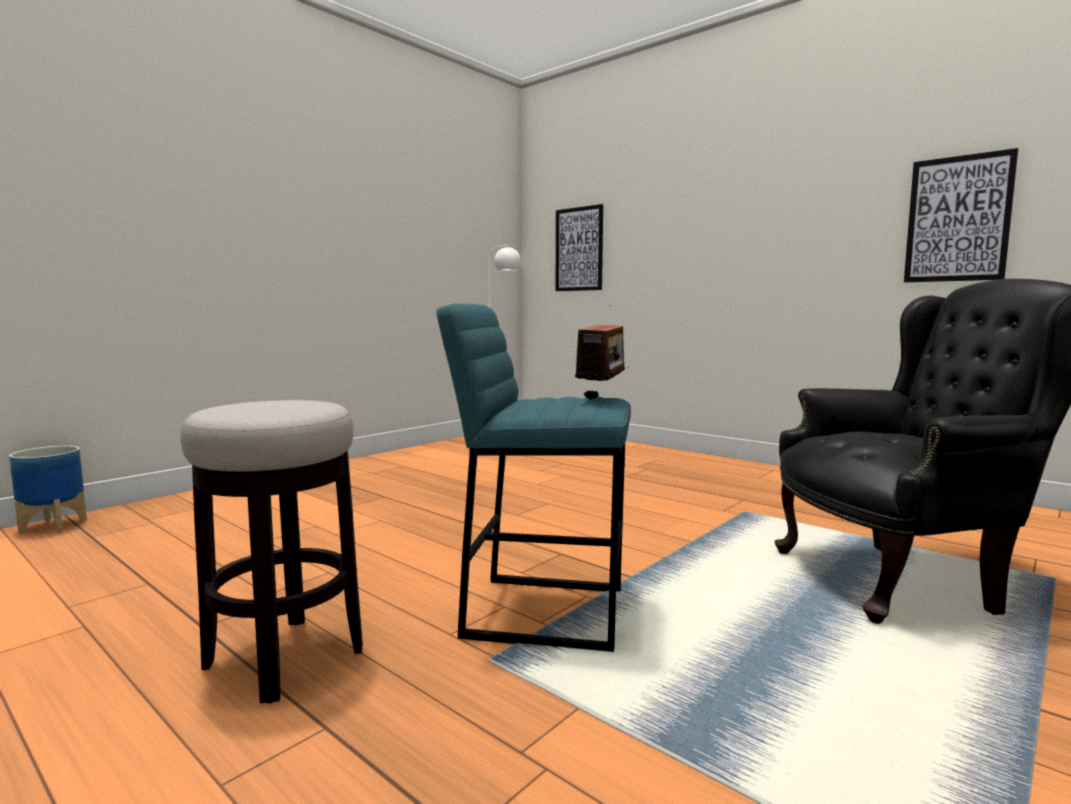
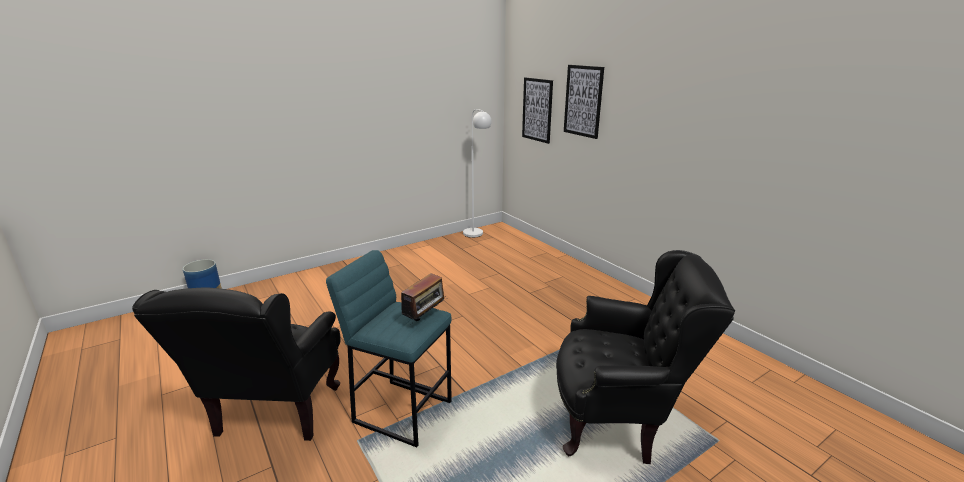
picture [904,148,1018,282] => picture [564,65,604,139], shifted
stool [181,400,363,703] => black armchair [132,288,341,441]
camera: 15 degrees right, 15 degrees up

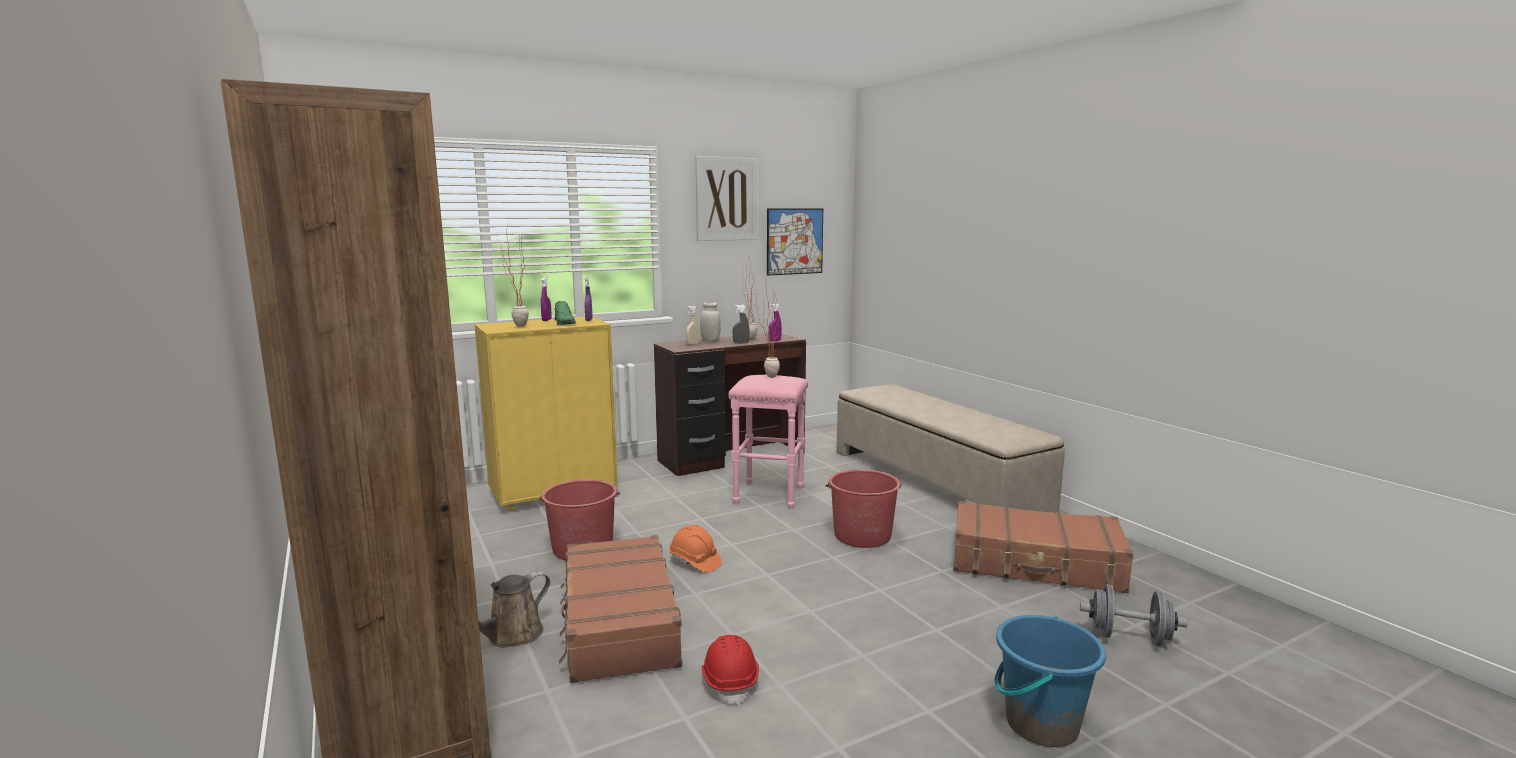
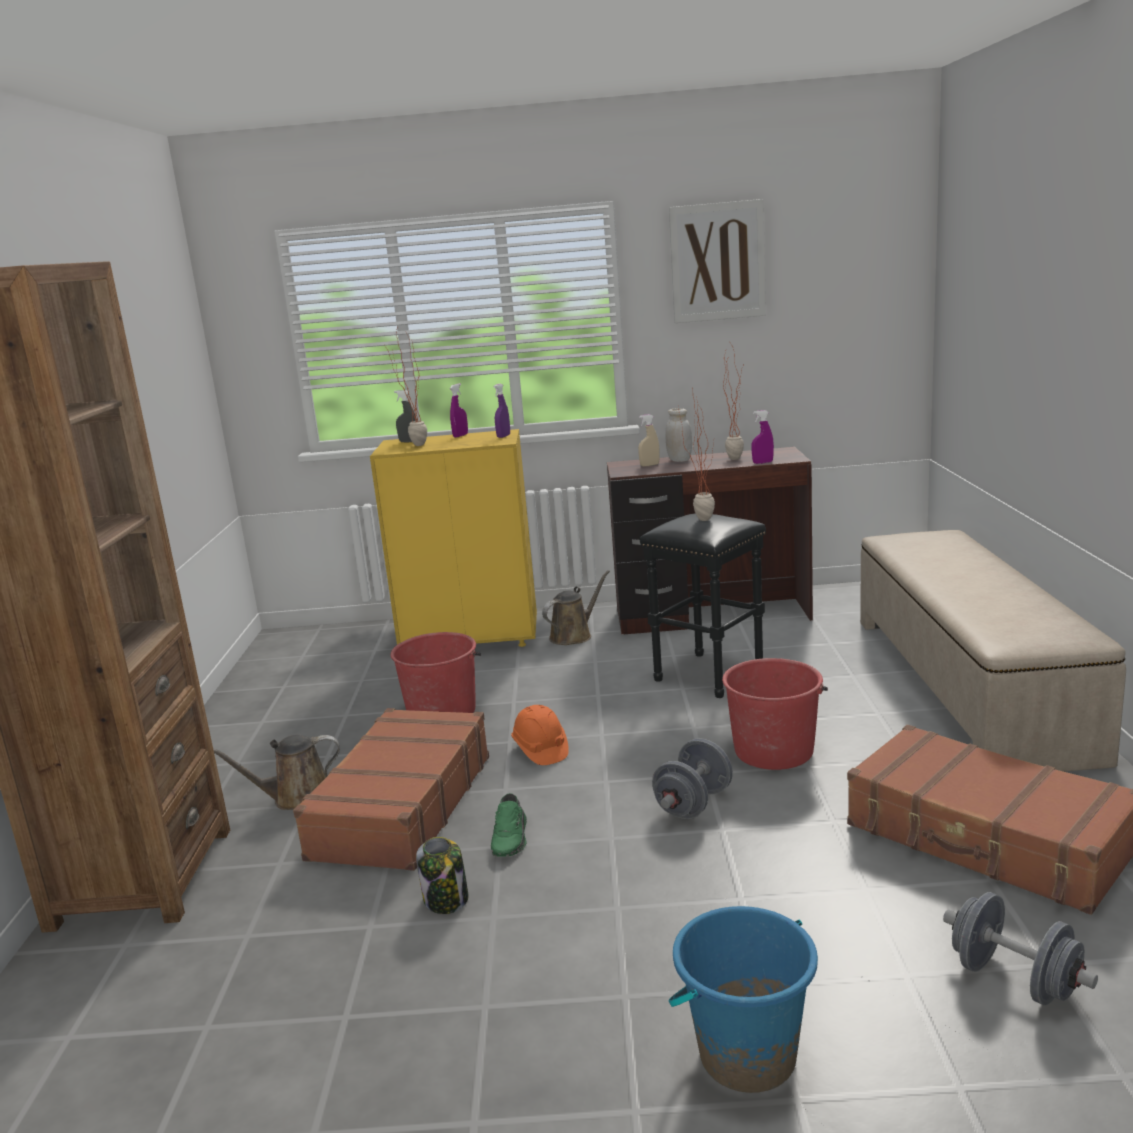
picture [767,209,823,276] => nothing
green shoe [554,301,576,325] => green shoe [491,793,527,857], shifted
grey spray bottle [732,305,749,343] => grey spray bottle [394,390,417,442], shifted
pink stool [728,375,808,509] => black stool [640,513,766,698]
red hard hat [702,635,759,706] => jar [416,837,468,914]
nothing => brown watering can [542,570,610,645]
nothing => grey dumbbell [652,738,733,819]
camera: 30 degrees right, 5 degrees up

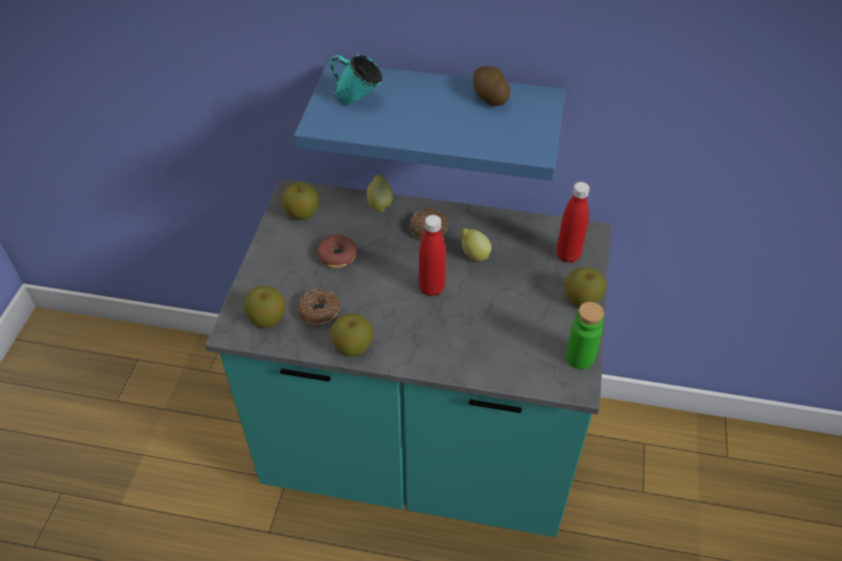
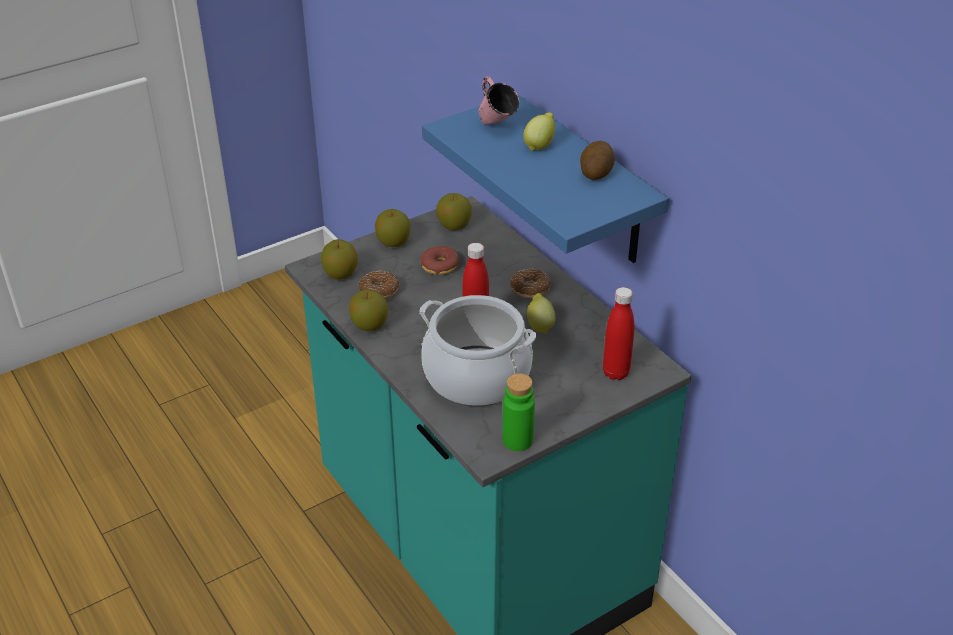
turquoise mug [330,54,382,105] => pink mug [478,76,519,125]
lemon [367,174,392,212] => lemon [523,112,555,151], shifted
apple [565,267,606,307] => apple [375,209,411,247], shifted
nothing => cooking pot [419,295,536,406]
camera: 45 degrees right, 10 degrees down

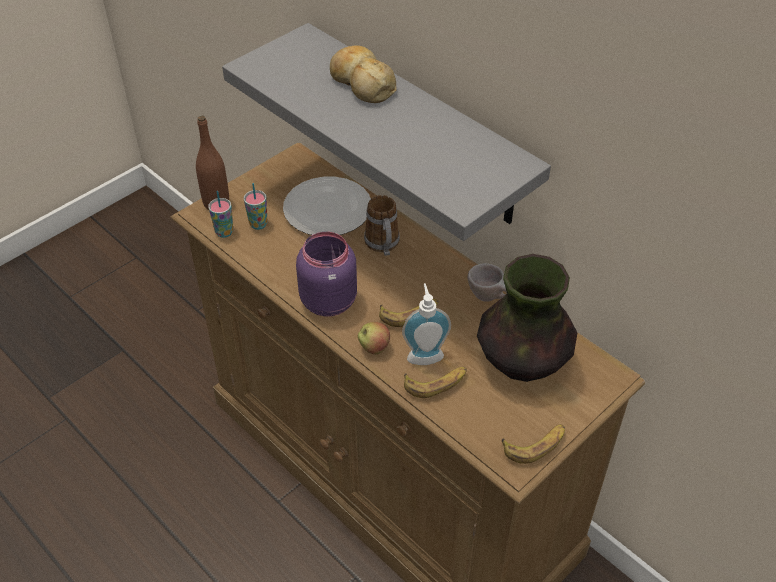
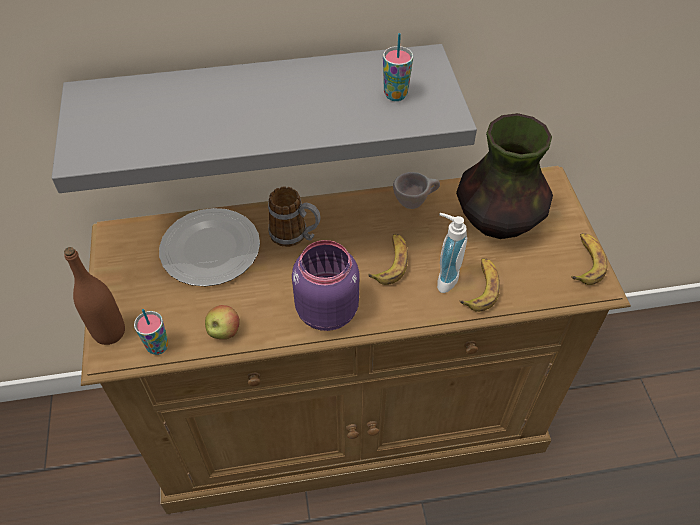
bread [330,45,397,103] => nothing
cup [244,183,267,230] => cup [383,33,413,101], shifted
apple [358,322,390,354] => apple [205,305,240,339], shifted
camera: 55 degrees left, 5 degrees up

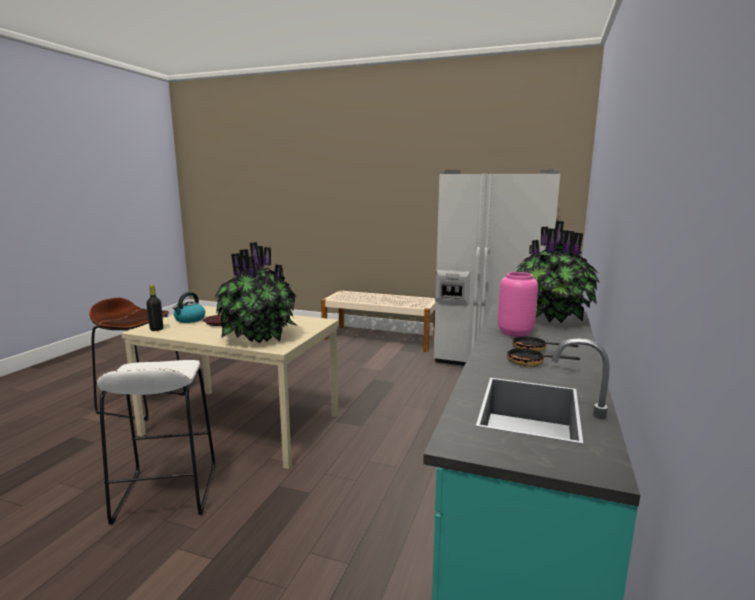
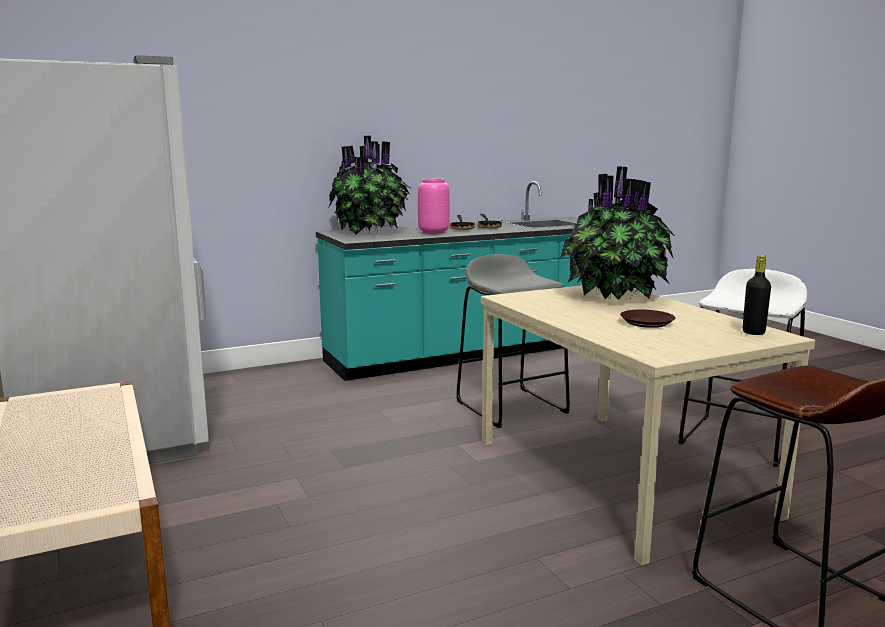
kettle [173,292,205,323] => nothing
nothing => grey stool [457,254,570,428]
camera: 135 degrees left, 0 degrees up

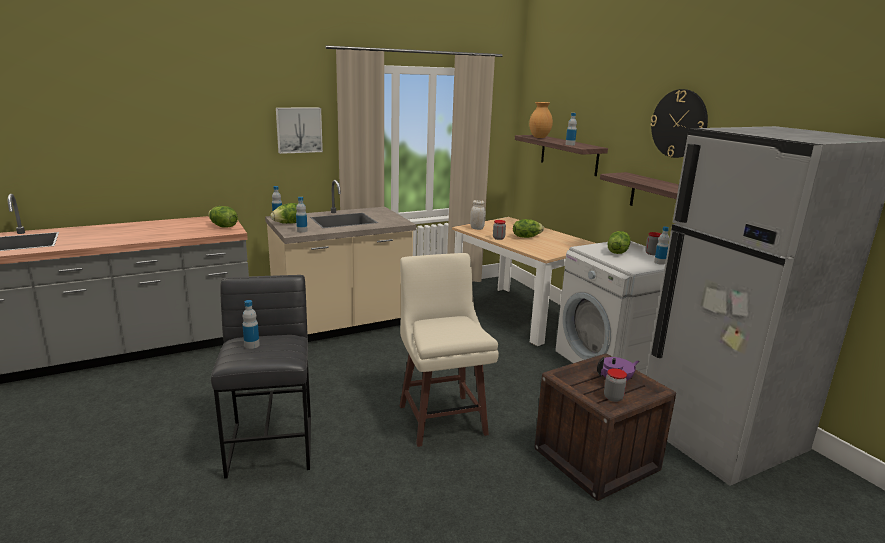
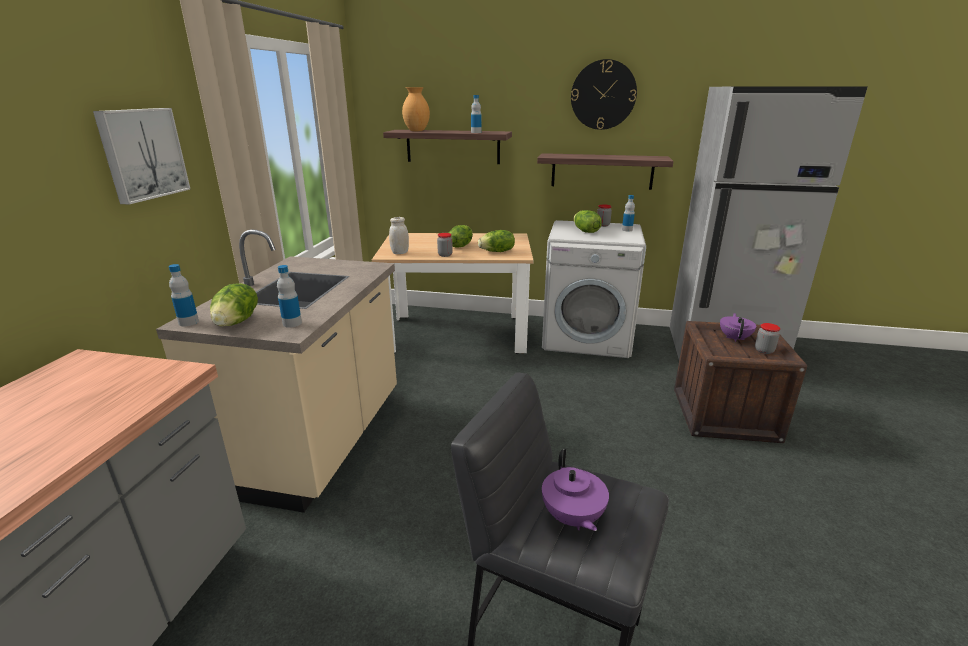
lettuce [208,206,238,228] => lettuce [478,230,515,252], shifted
beige stool [400,253,499,447] => nothing
bottle [242,300,260,349] => purple teapot [542,449,609,531]
camera: 50 degrees left, 5 degrees up

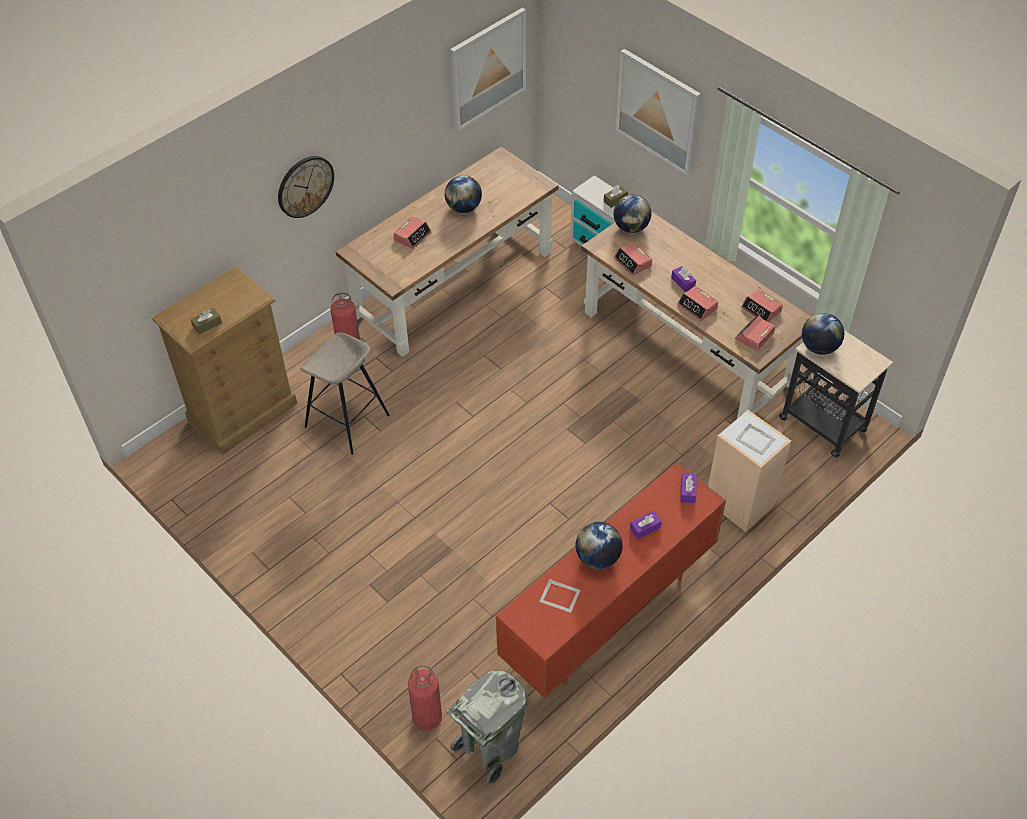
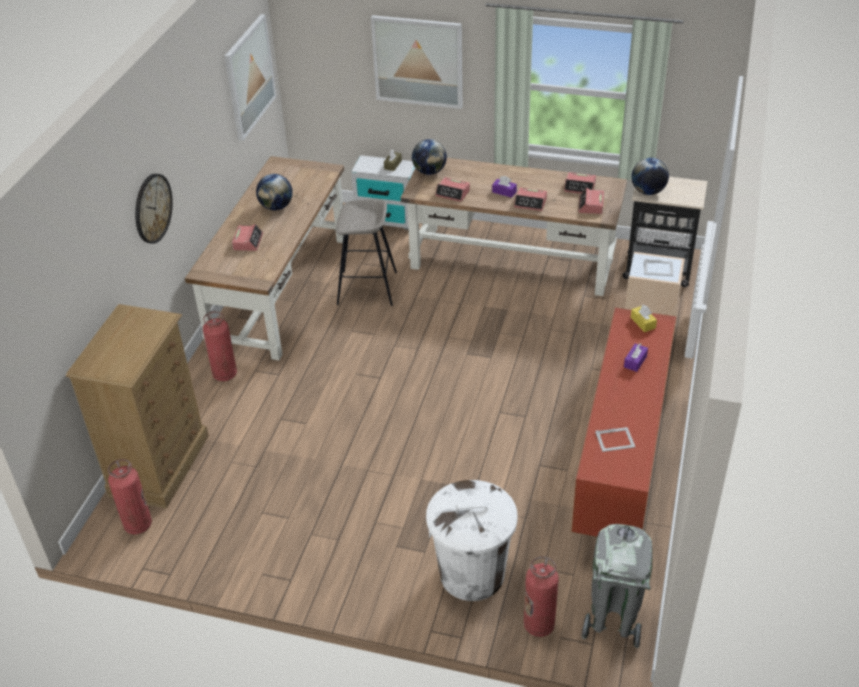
brown tissue box [191,308,222,334] => nothing
grey stool [300,332,389,455] => grey stool [336,199,397,306], shifted
purple tissue box [680,473,697,503] => yellow tissue box [631,304,657,332]
globe [576,522,623,569] => nothing
nothing => fire extinguisher [108,459,152,534]
nothing => white trash can [426,480,518,601]
camera: 30 degrees left, 10 degrees down

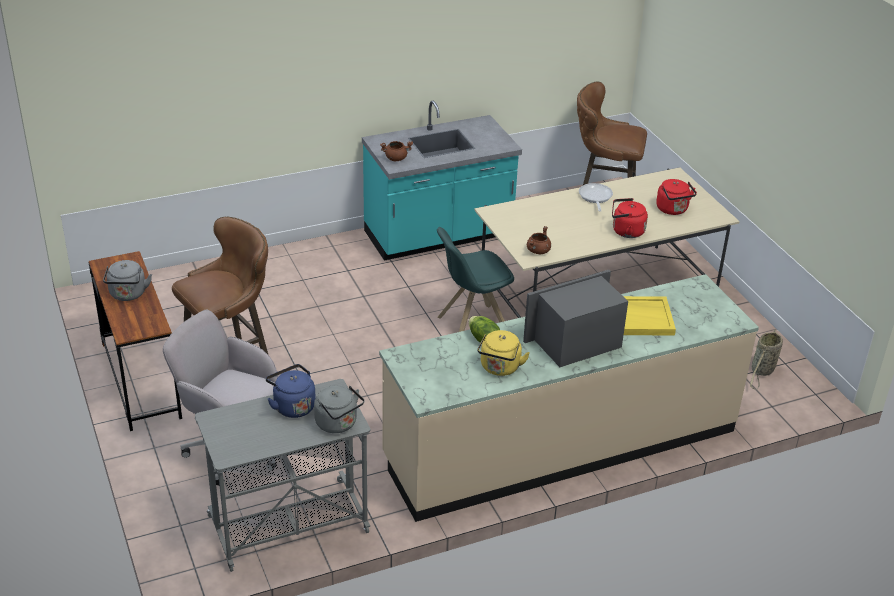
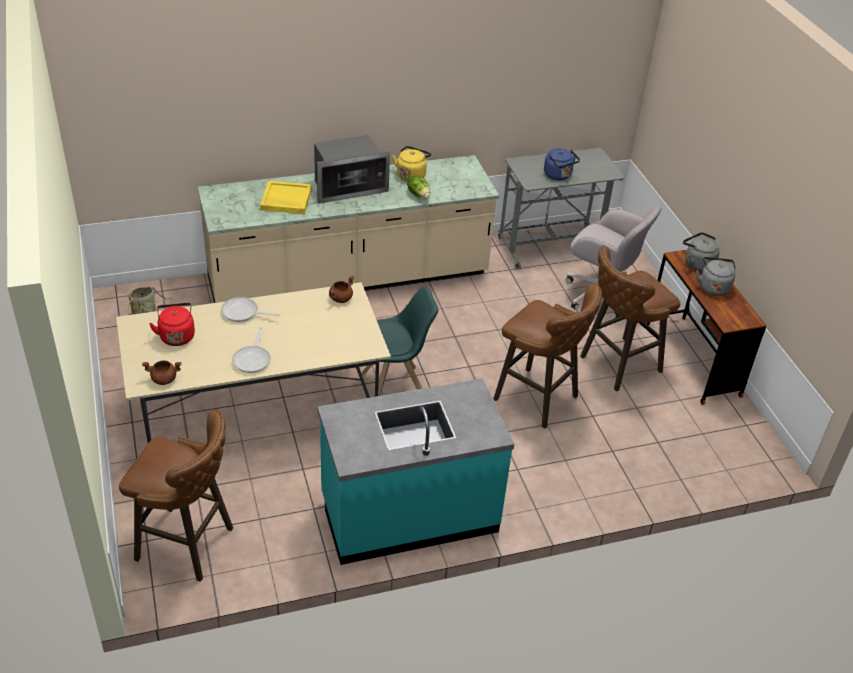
brown cooking pot [380,141,413,161] => brown cooking pot [142,360,181,385], shifted
red kettle [612,198,648,238] => frying pan [221,297,280,322]
grey kettle [314,385,365,433] => grey kettle [683,232,720,272], shifted
nothing => brown stool [493,283,602,429]
camera: 175 degrees left, 5 degrees up

